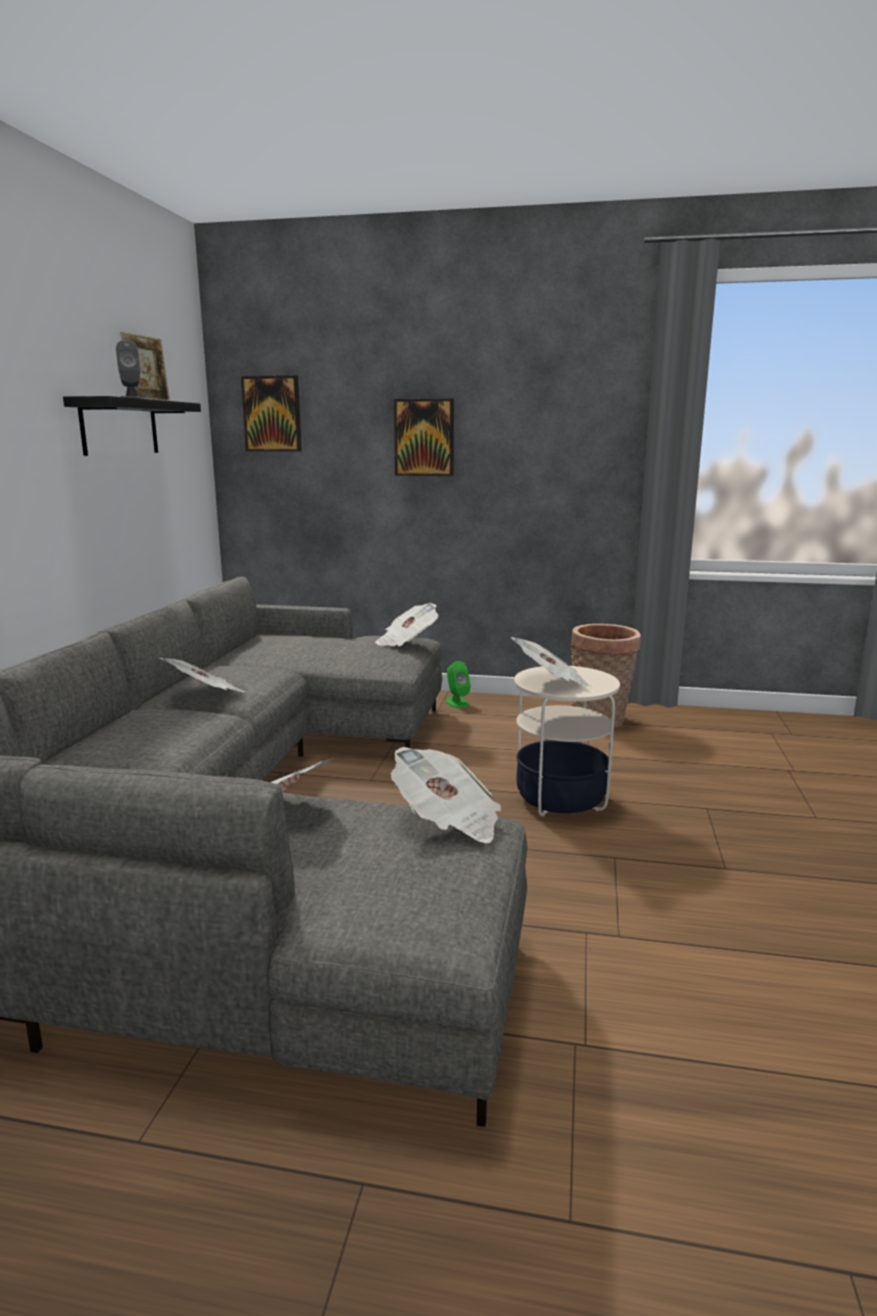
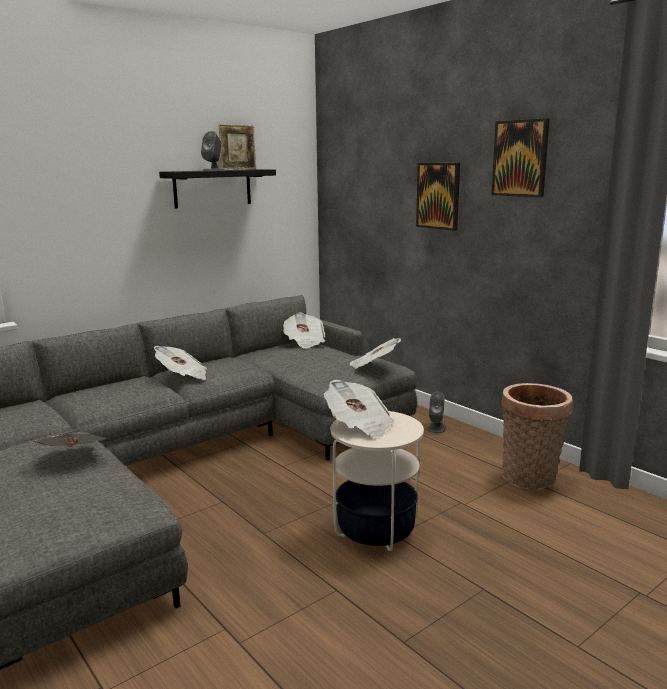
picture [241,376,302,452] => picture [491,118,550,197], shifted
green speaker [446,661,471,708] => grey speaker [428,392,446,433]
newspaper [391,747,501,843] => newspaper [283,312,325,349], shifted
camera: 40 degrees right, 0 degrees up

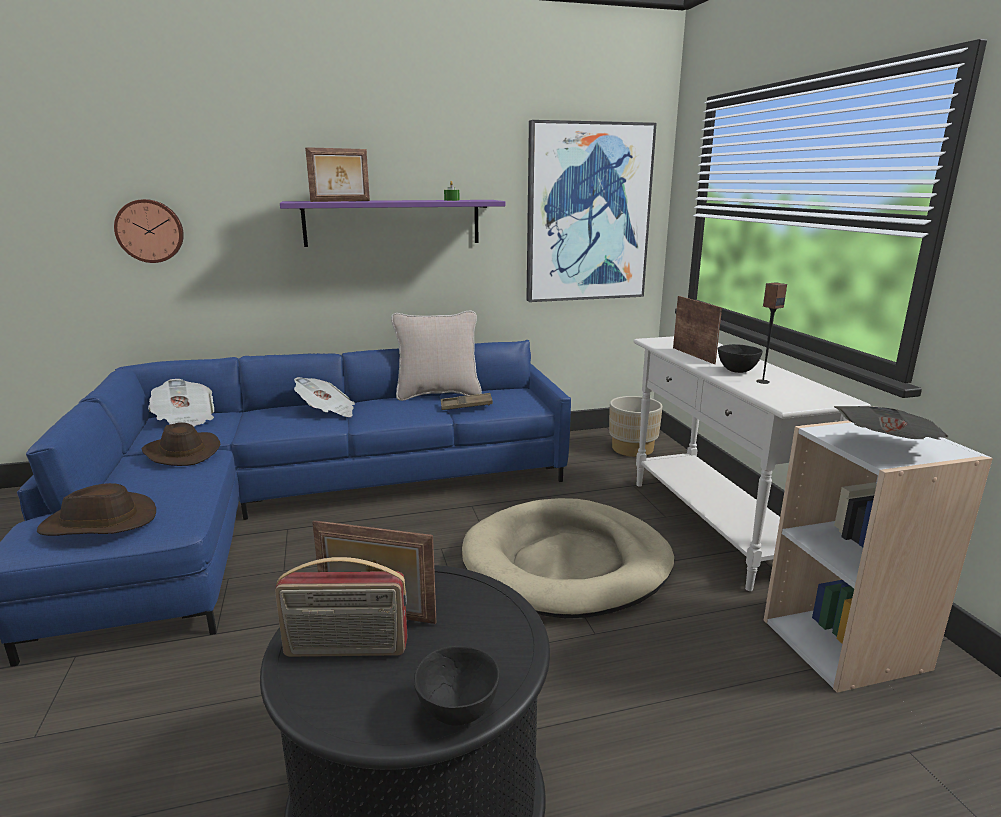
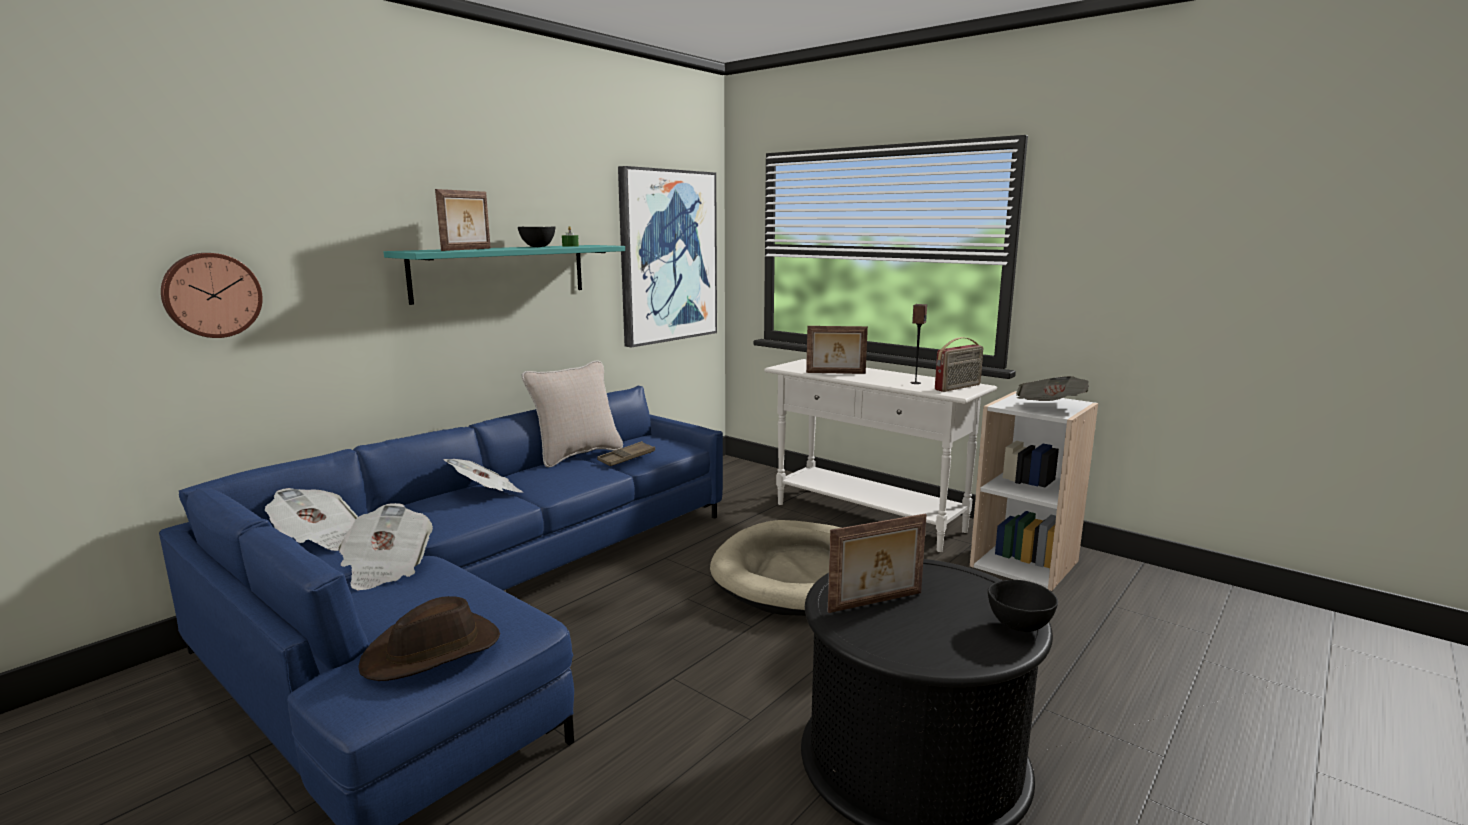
purple shelf [280,200,505,247] => turquoise shelf [384,245,625,305]
picture frame [673,296,722,364] => picture frame [806,326,868,374], 150 degrees clockwise
black bowl [718,344,763,373] => black bowl [518,226,555,247], shifted
beige planter [609,396,662,457] => nothing
brown hat [141,422,220,466] => newspaper [338,503,433,590]
radio [275,557,408,657] => radio [935,337,983,392], shifted
camera: 35 degrees left, 5 degrees down

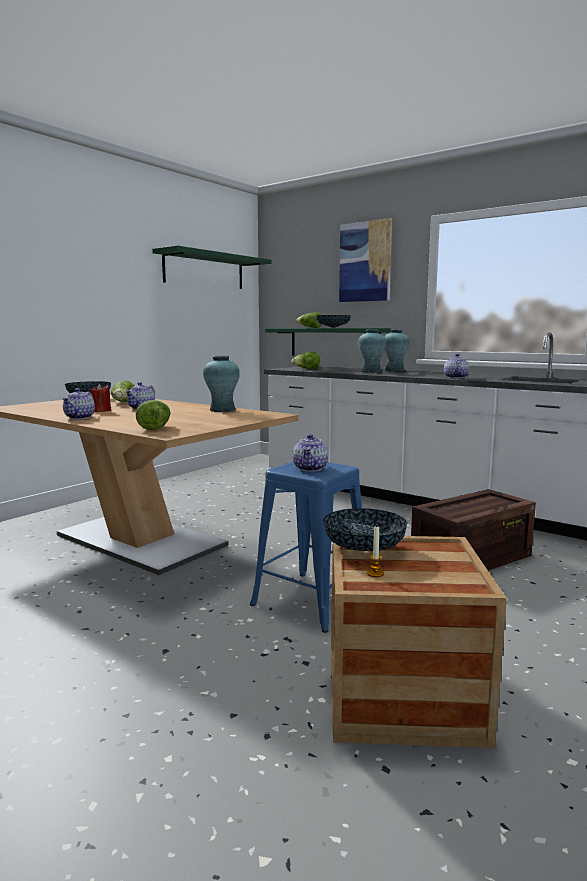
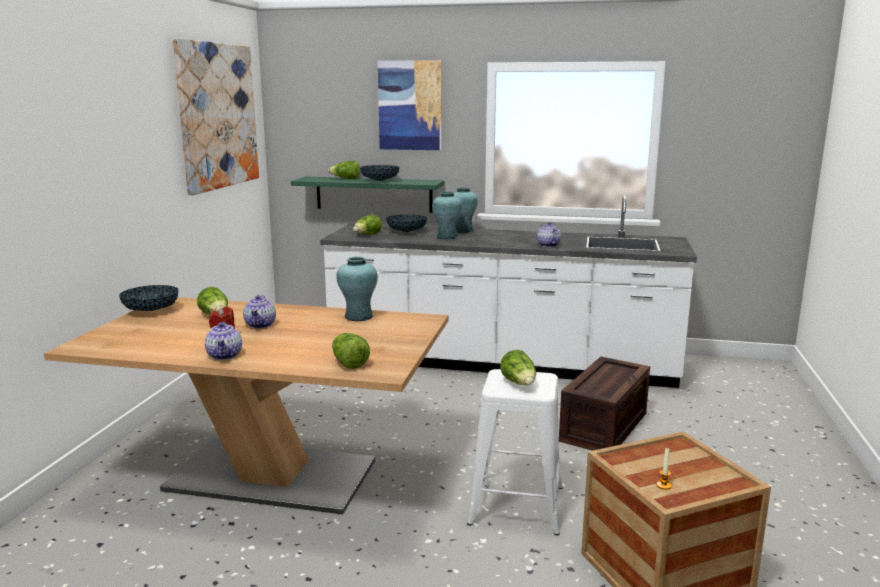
green shelf [152,246,271,289] => picture [173,38,259,195]
teapot [292,434,328,471] => lettuce [500,350,536,385]
blue stool [250,462,362,633] => white stool [467,369,563,536]
bowl [323,508,408,551] => bowl [386,215,427,232], shifted
camera: 25 degrees left, 5 degrees up

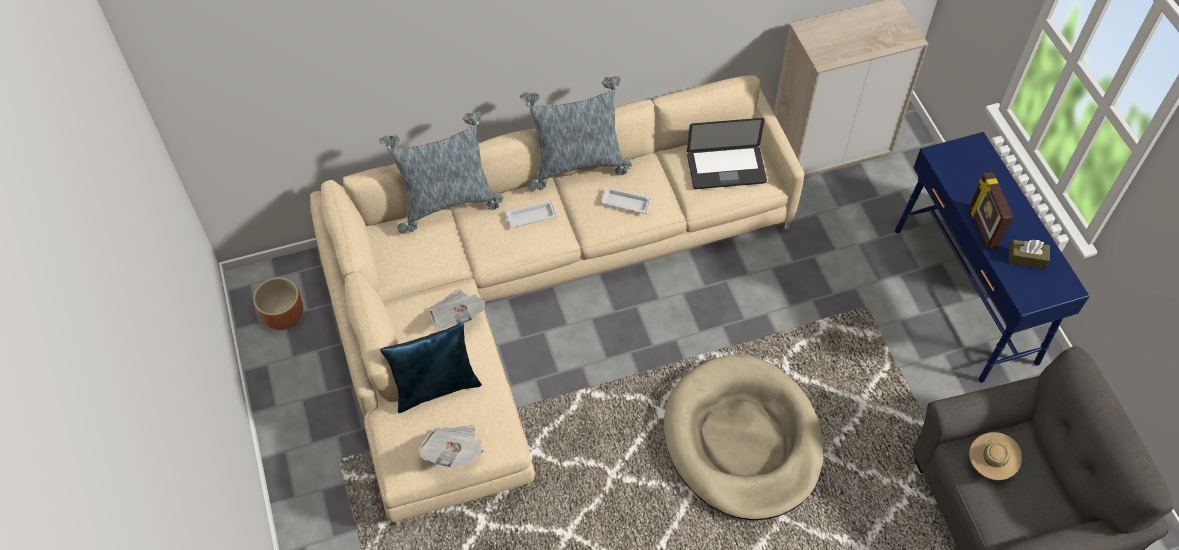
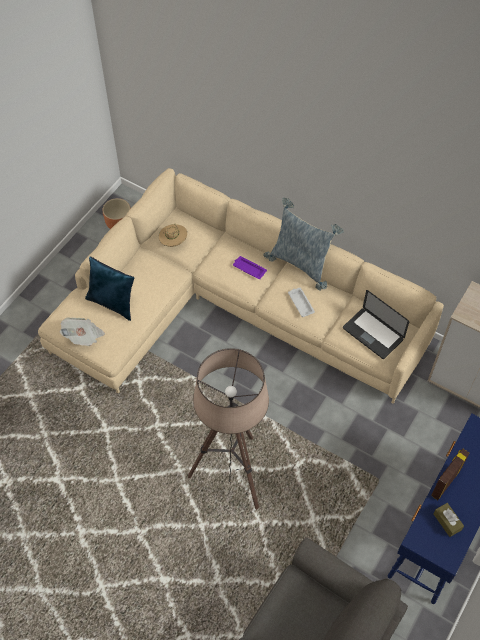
pillow [379,111,504,234] => nothing
white tray [506,200,557,228] => purple tray [233,256,267,279]
newspaper [429,290,485,329] => nothing
beige dog bed [664,355,824,520] => floor lamp [188,348,269,510]
beige hat [969,432,1022,480] => beige hat [159,224,187,247], shifted
camera: 50 degrees right, 0 degrees up

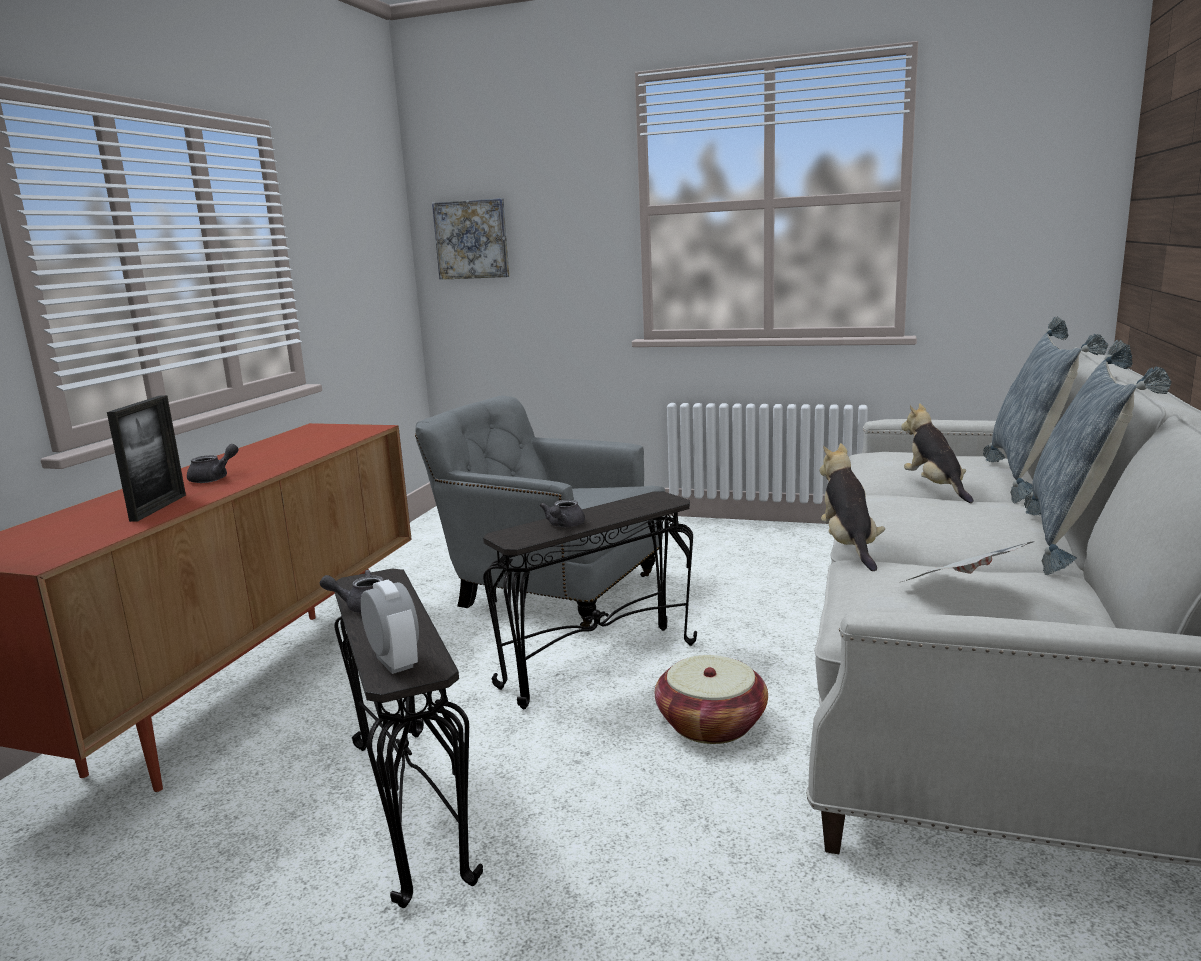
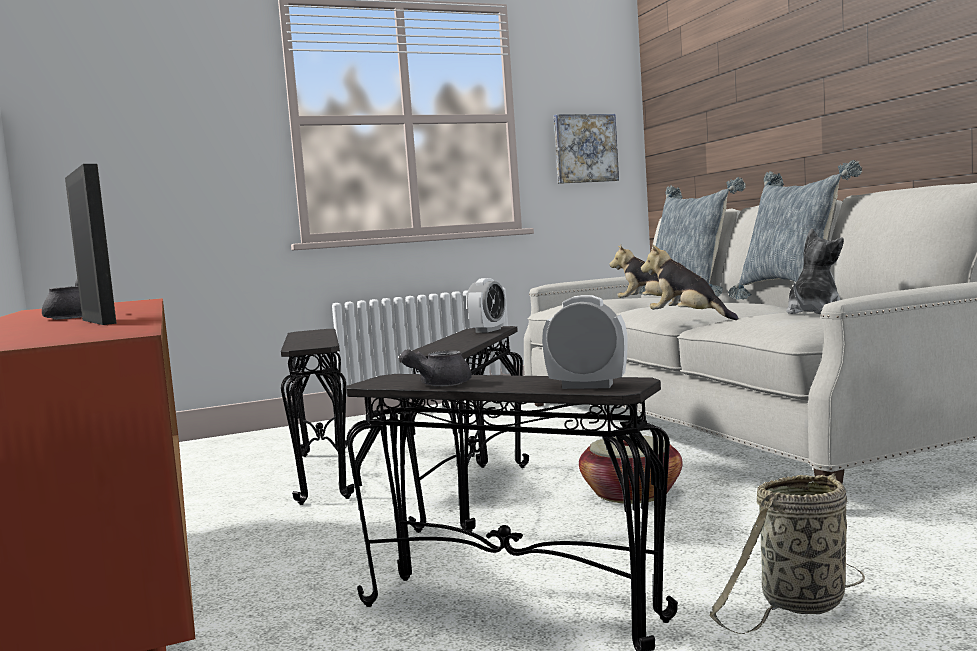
picture [432,198,509,280] => picture [554,114,619,184], shifted
grey armchair [415,396,665,627] => black side table [281,329,354,505]
grey teapot [540,500,585,527] => nothing
newspaper [902,542,1033,582] => plush toy [786,228,844,314]
nothing => alarm clock [467,278,505,333]
nothing => basket [709,473,865,634]
camera: 40 degrees left, 10 degrees down

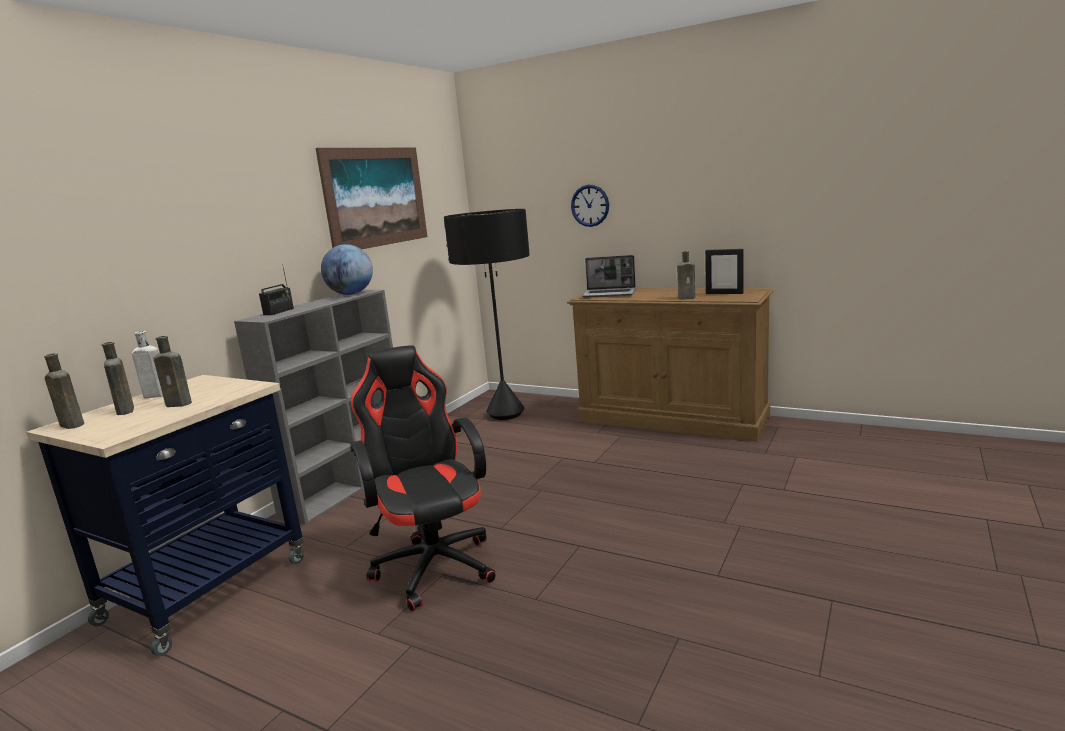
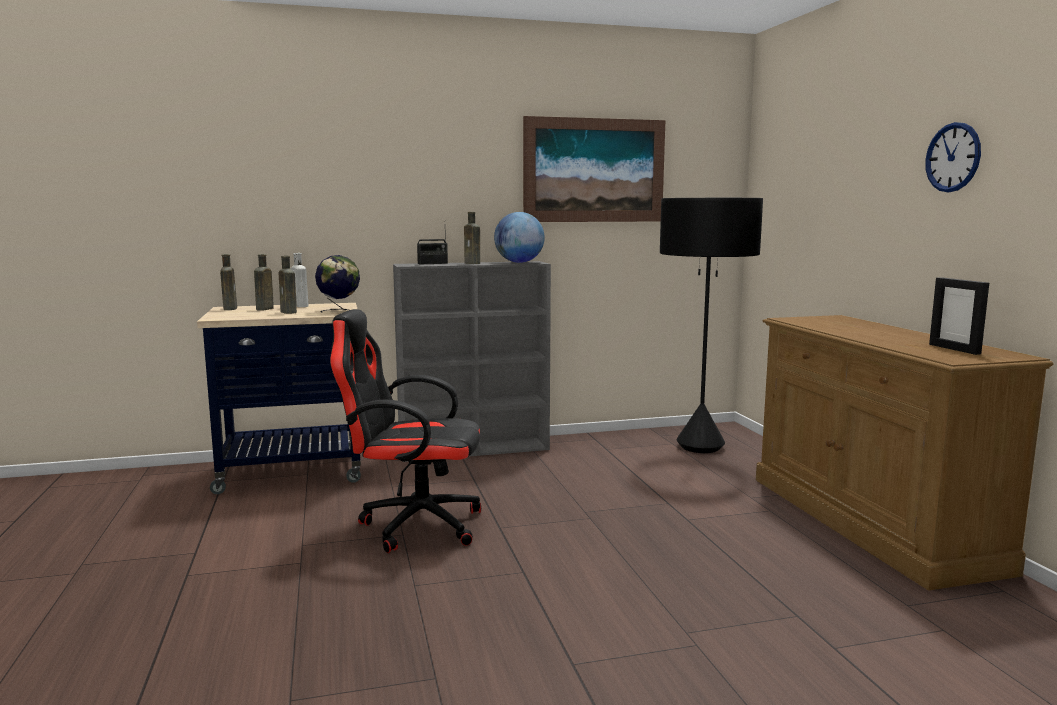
wall clock [571,185,609,227] => wall clock [925,122,981,192], shifted
brown bottle [677,251,695,300] => brown bottle [464,212,480,264], shifted
laptop [582,255,636,298] => nothing
black office chair [350,345,496,612] => black office chair [330,309,481,553], 105 degrees counterclockwise
nothing => globe [315,255,360,313]
camera: 45 degrees right, 5 degrees down

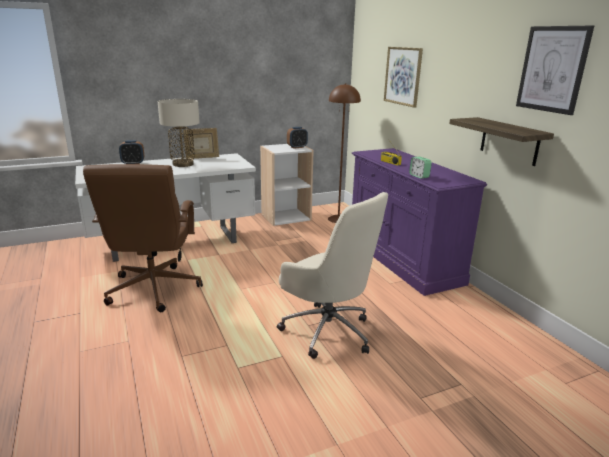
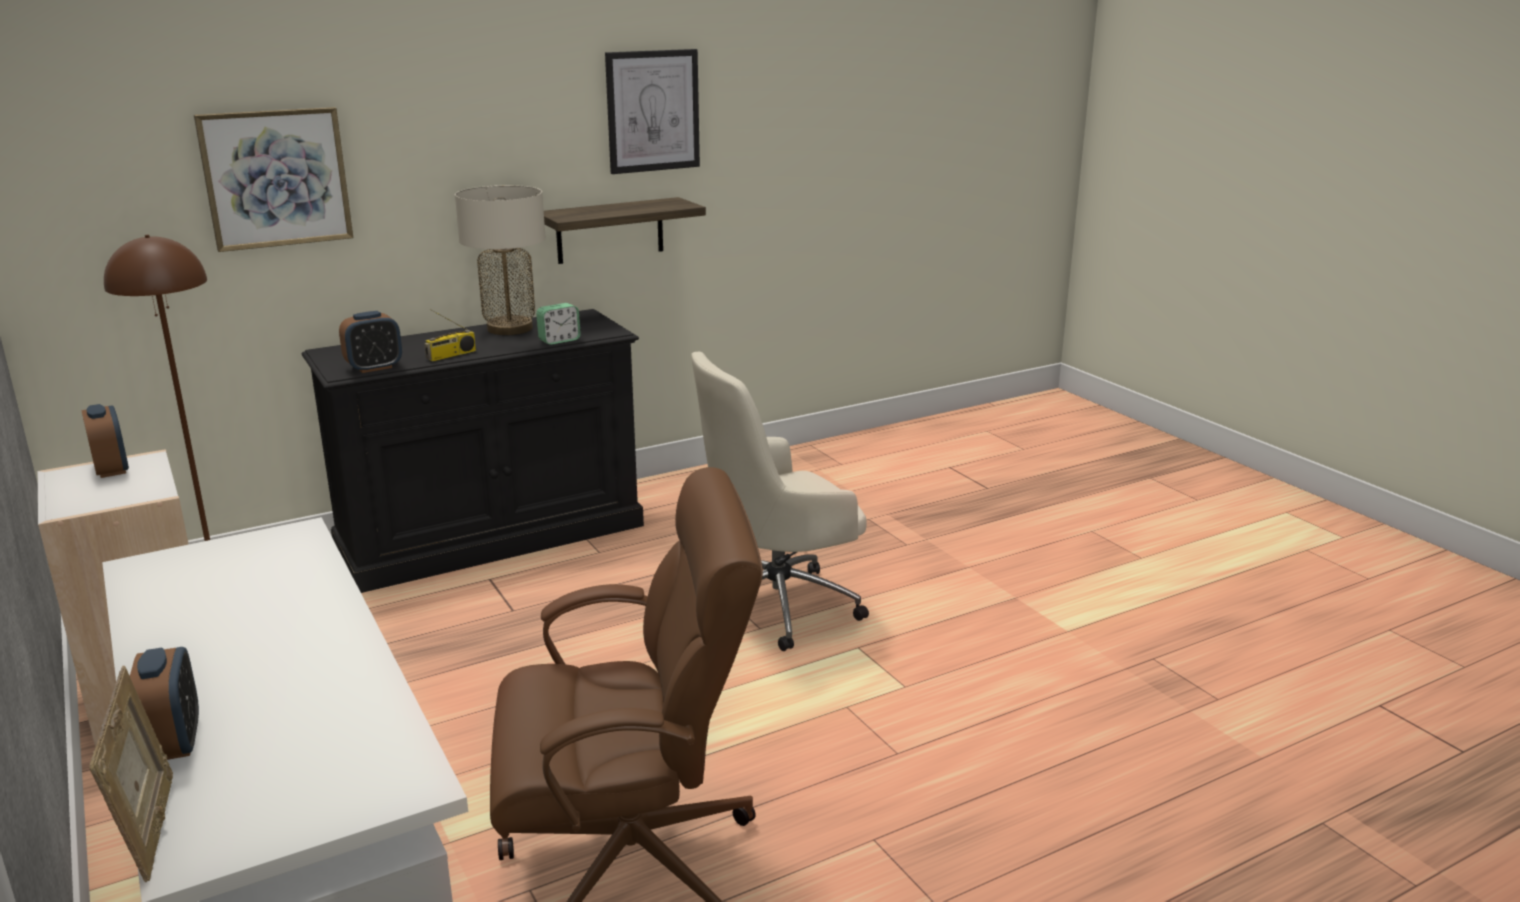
table lamp [157,99,200,167] => table lamp [455,185,546,335], shifted
picture frame [183,128,219,159] => picture frame [90,666,173,882], shifted
purple cabinet [352,148,487,296] => black cabinet [302,309,644,593]
beige office chair [277,192,388,359] => beige office chair [691,352,869,651], 150 degrees counterclockwise
nothing => alarm clock [339,311,402,373]
camera: 95 degrees left, 0 degrees up

